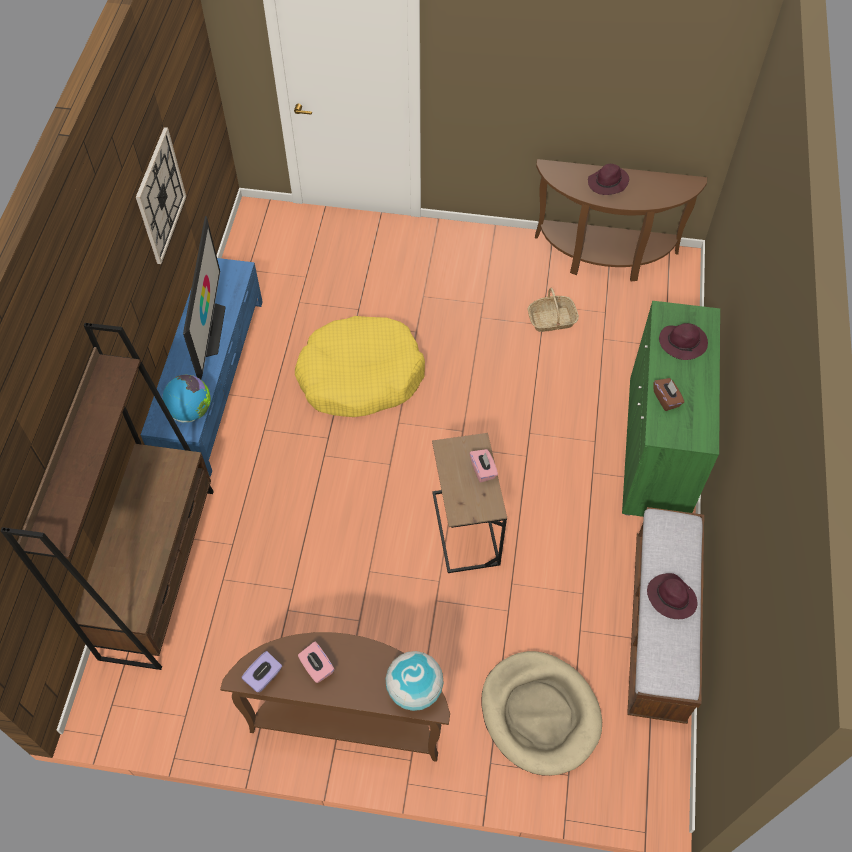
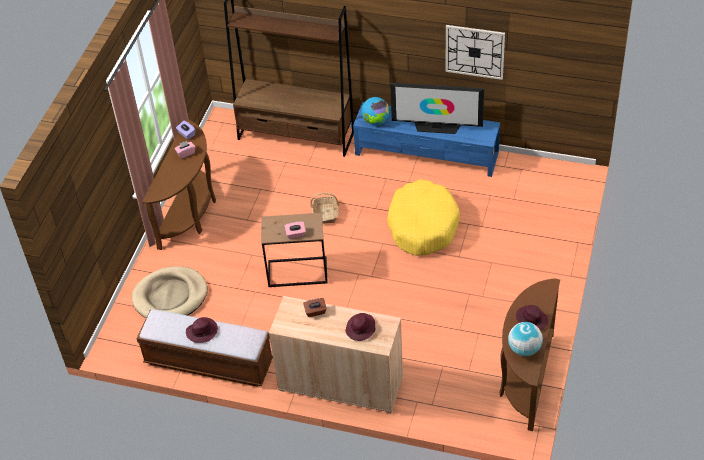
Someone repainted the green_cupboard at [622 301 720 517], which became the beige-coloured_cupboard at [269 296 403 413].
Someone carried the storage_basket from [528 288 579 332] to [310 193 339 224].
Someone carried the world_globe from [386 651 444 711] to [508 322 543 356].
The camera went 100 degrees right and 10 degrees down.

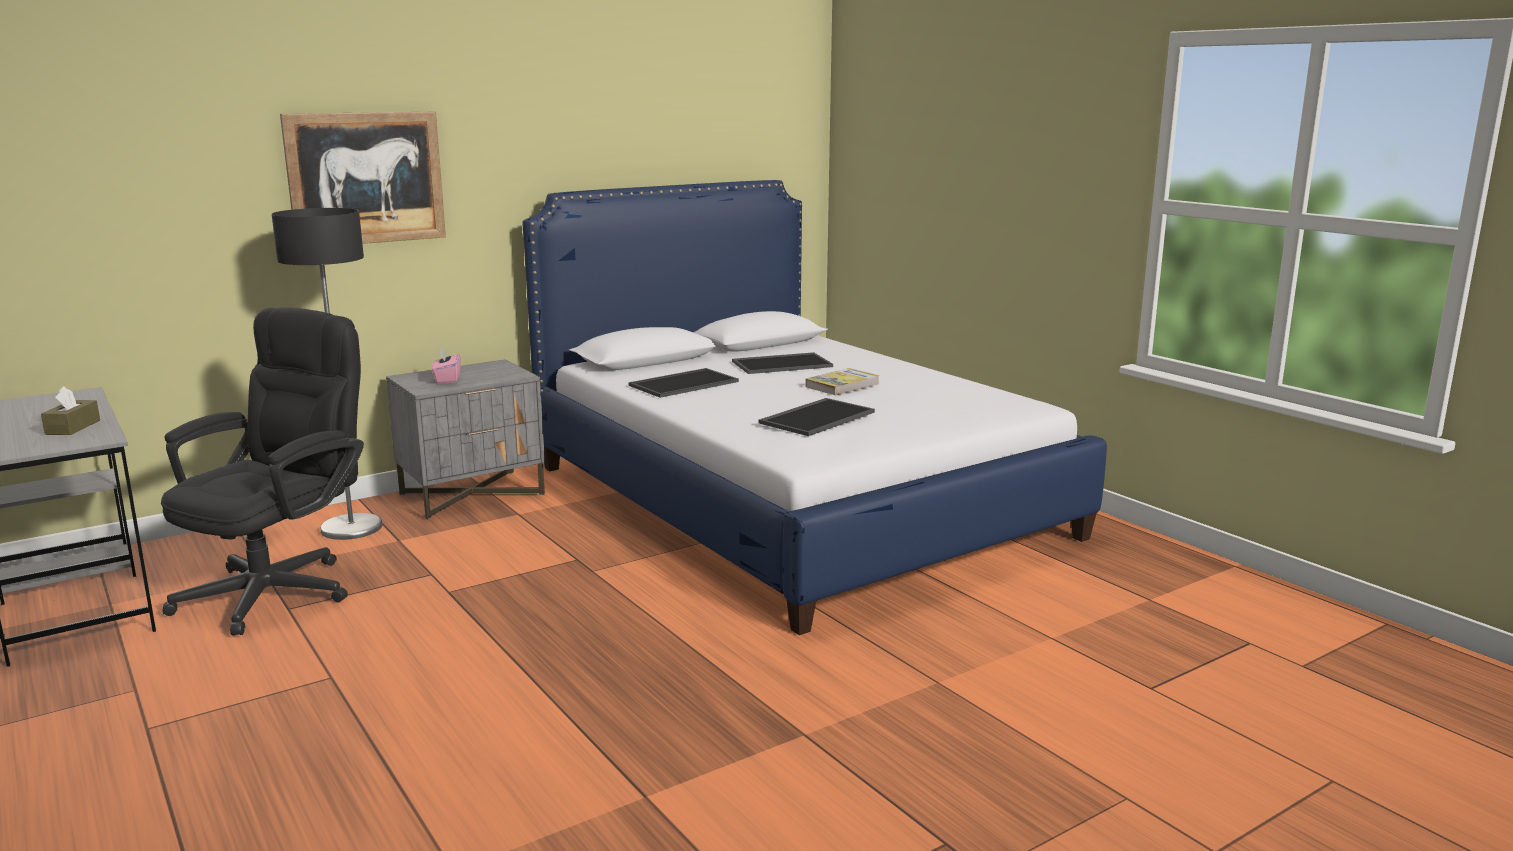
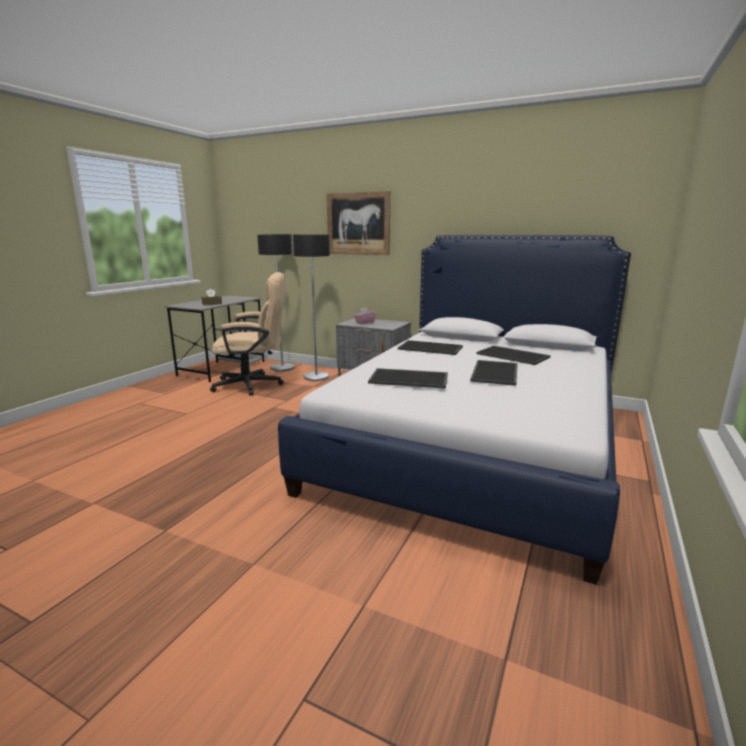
Someone repainted the blackish_office_chair at [161 307 364 636], which became the beige-coloured_office_chair at [210 272 285 396].
Someone put down the floor_lamp at [257 234 295 371].
Someone swapped the volume at [806 368 880 395] for the carrying_tray at [470 360 518 386].
The camera went 60 degrees right and 0 degrees up.

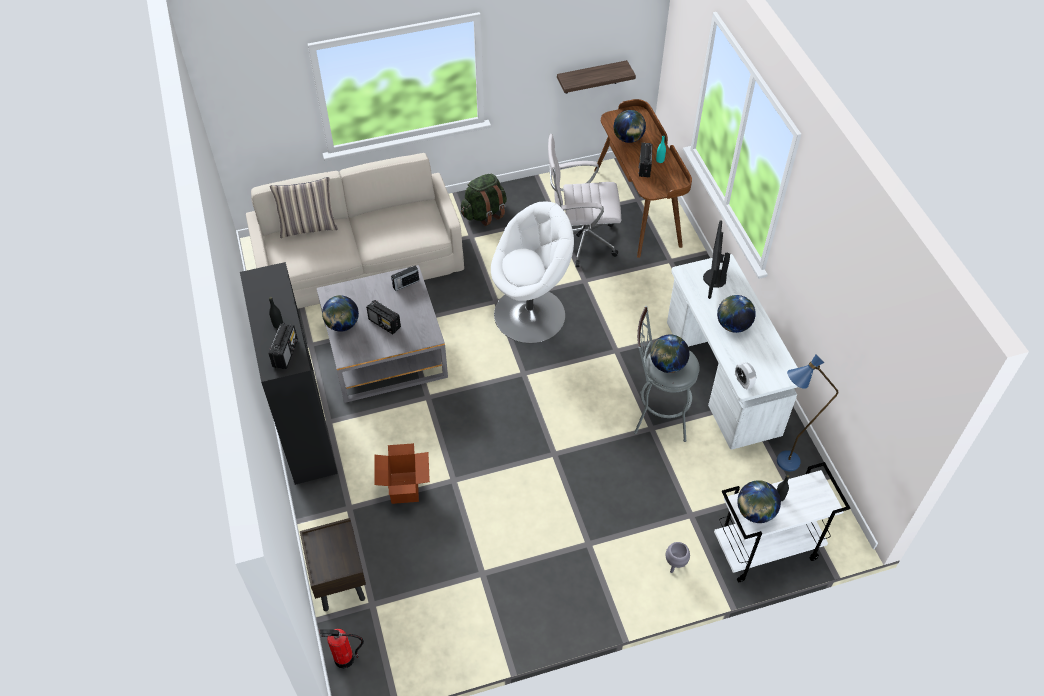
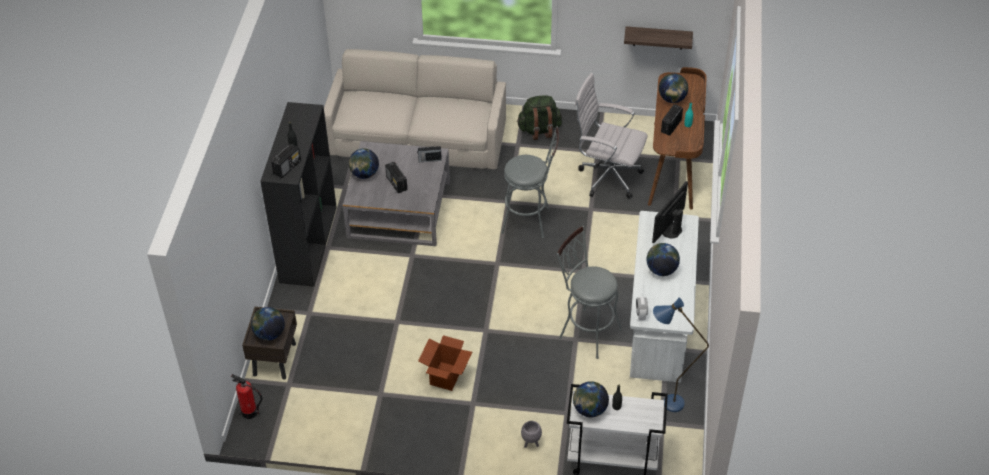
Someone carried the world_globe from [650 334 689 373] to [251 307 285 341].
Someone carried the cardboard_box from [374 443 430 504] to [418 335 472 391].
Someone swapped the whitish_armchair at [491 202 574 343] for the gray_stool at [501 126 559 238].
Someone took away the cushion at [270 177 338 238].
The camera went 25 degrees right and 5 degrees down.

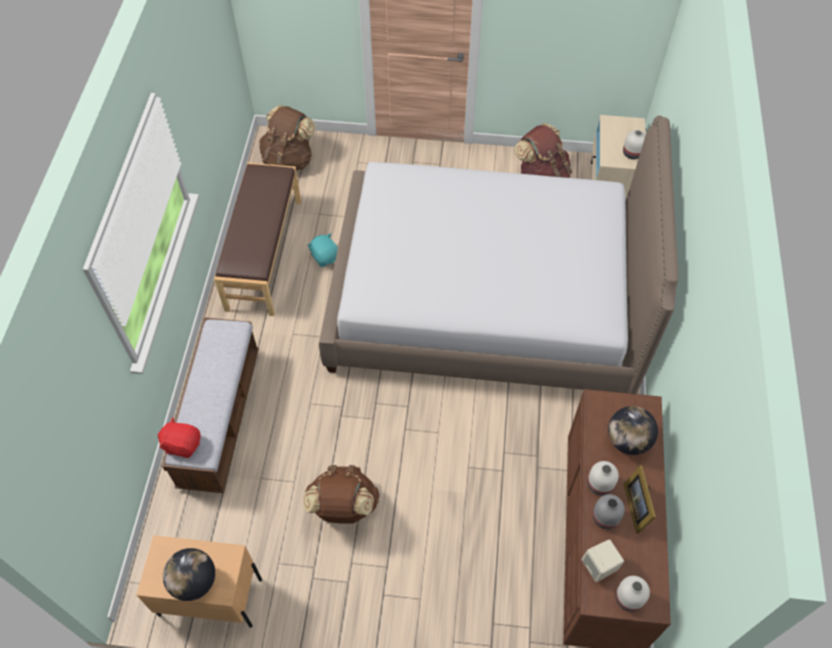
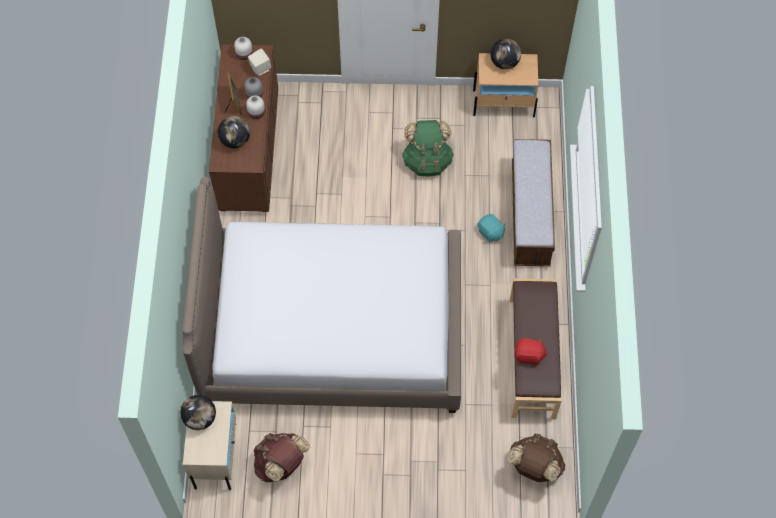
Someone swapped the whitish_decorative_vase at [623 130 646 159] for the world_globe at [180 395 216 430].
Someone repainted the brownish_backpack at [303 465 380 523], which became the green_backpack at [402 120 454 176].
Someone carried the turquoise-coloured_plush_toy from [307 233 338 267] to [477 214 505 243].
Someone carried the red_plush_toy from [157 417 201 458] to [514 338 548 365].
The camera went 175 degrees right and 5 degrees up.

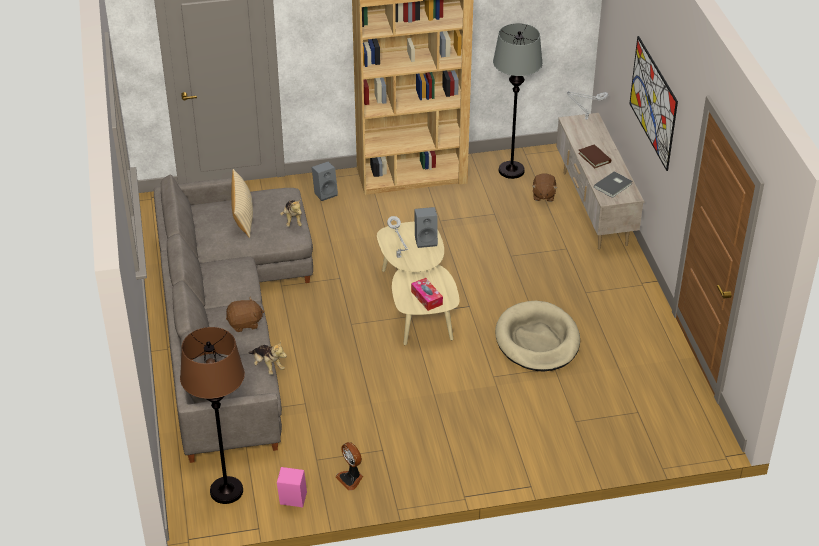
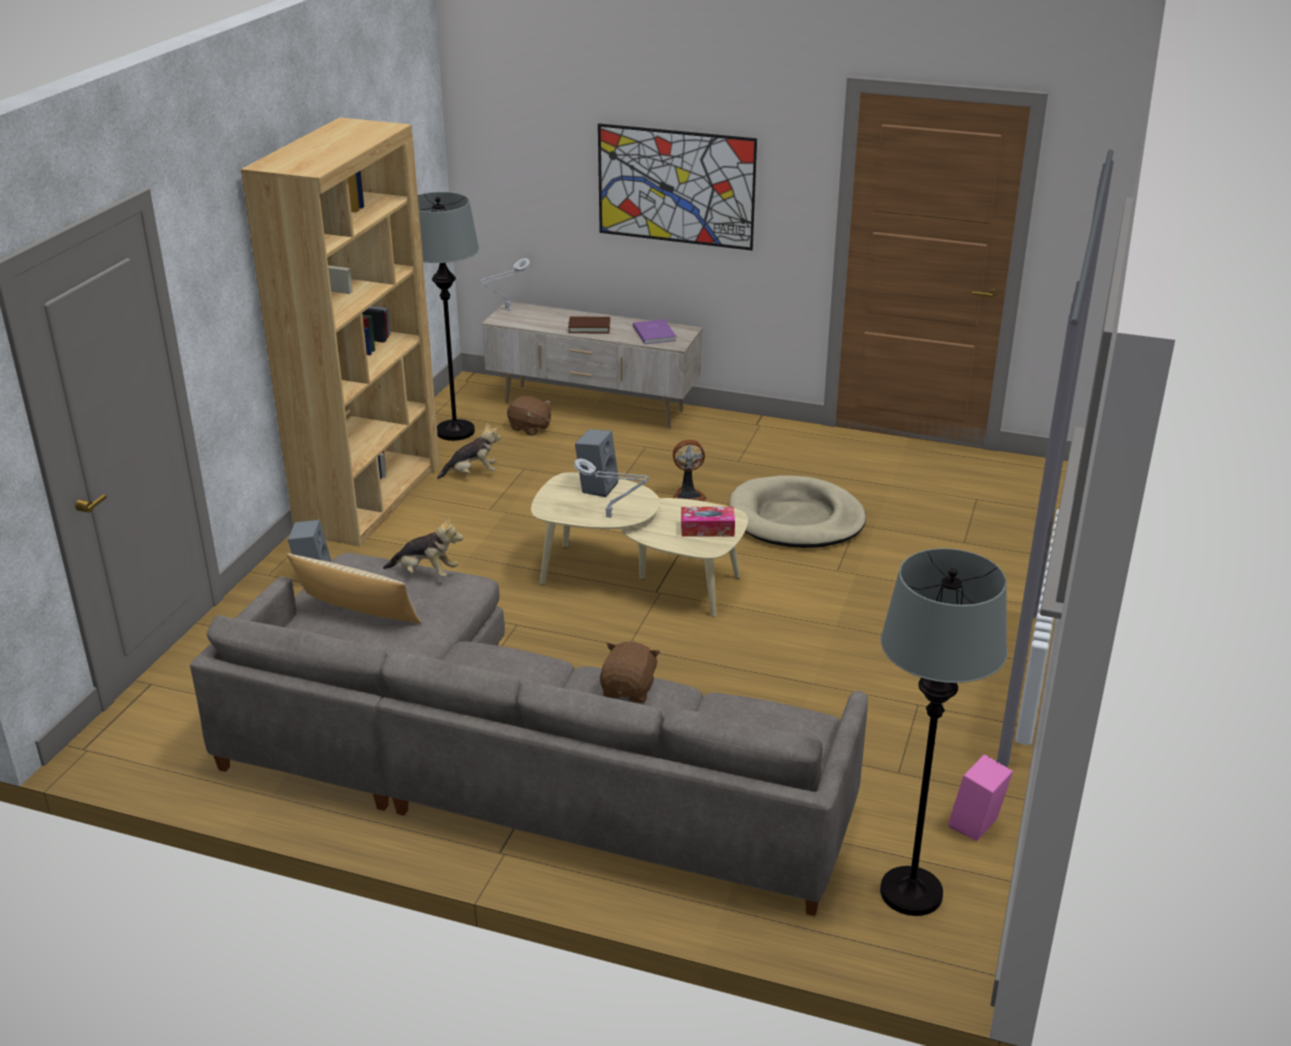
Someone carried the plush_toy from [249 341 287 375] to [437 422 501 479].
Someone repainted the gray_volume at [594 171 633 198], which became the purplish_volume at [633 319 677 344].
Someone carried the fan from [336 442 363 491] to [673 439 707 501].
Someone repainted the brownish_floor_lamp at [180 327 245 504], which became the gray_floor_lamp at [880 548 1008 916].
The camera went 60 degrees left and 10 degrees down.

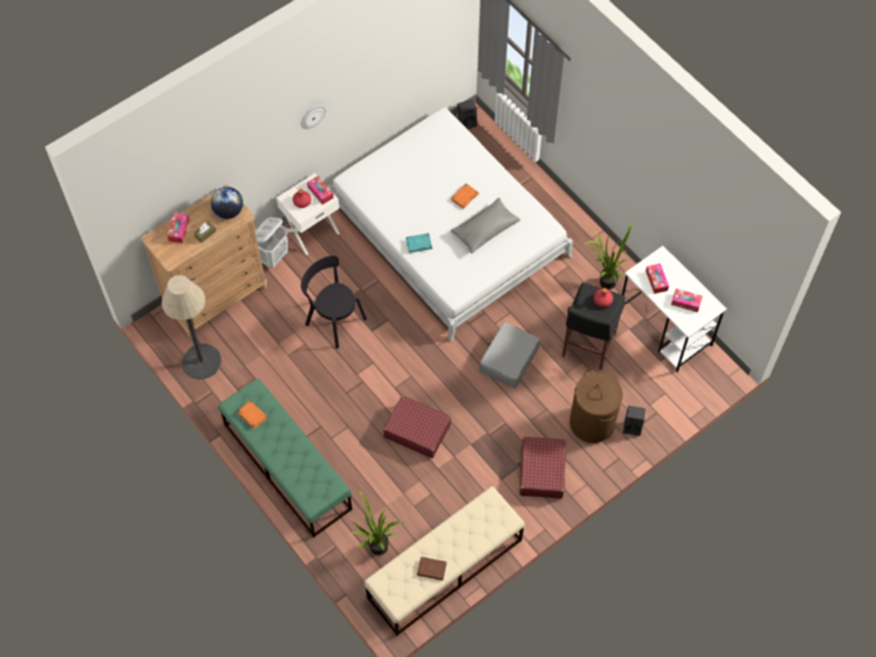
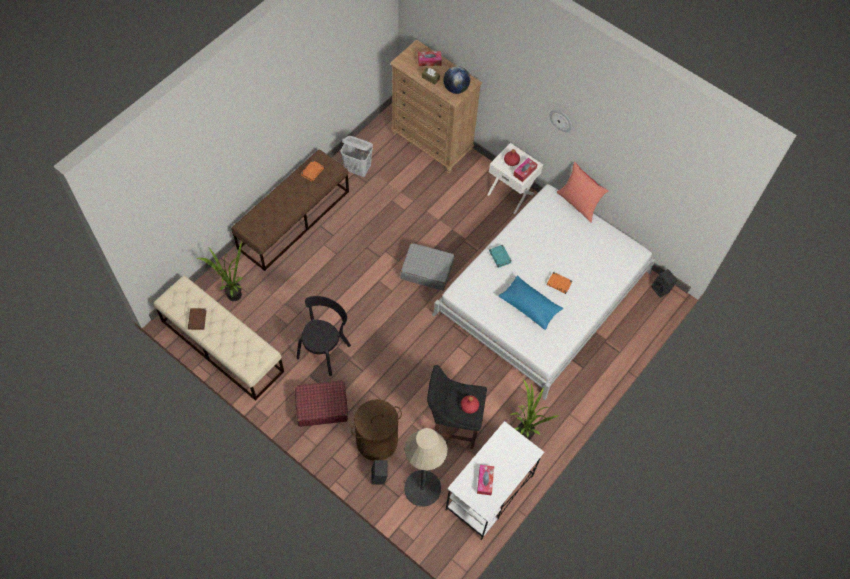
Someone repainted the green_long_seat at [218 378 352 538], which became the brownish_long_seat at [231 149 349 271].
Someone carried the blackish_plain_chair from [301 256 367 349] to [296 296 351 376].
Someone carried the whitish_laundry_basket from [255 217 288 269] to [341 136 373 177].
Someone carried the gray_suitcase from [479 322 540 388] to [400 243 454 290].
Someone carried the floor_lamp from [162 275 221 379] to [404 428 448 507].
Someone repainted the gray_cushion at [451 198 520 254], which became the bluish_cushion at [499 275 563 330].
Someone put down the red_cushion at [557 162 609 223].
Someone took away the red_suitcase at [383 396 451 458].
Someone took away the box_of_tissues at [646 264 669 294].
The camera went 75 degrees right and 0 degrees up.

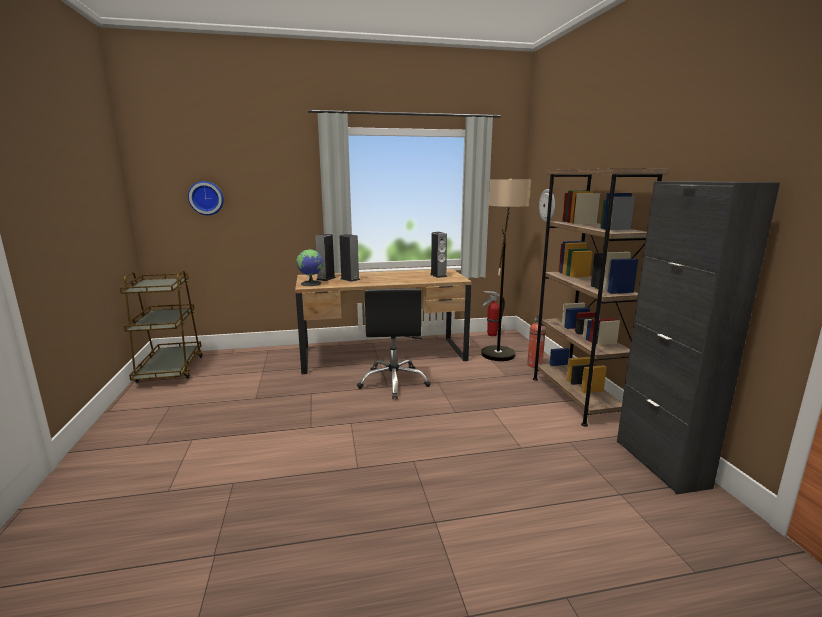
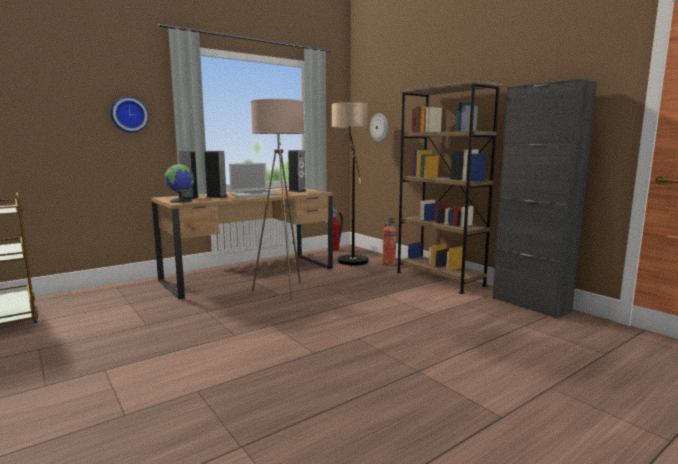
Someone carried the clock_on_the_wall from [188 181 224 215] to [111 96 149 133].
Someone put down the portable_computer at [229 163 277 198].
Someone swapped the blackish_office_chair at [357 288 431 399] for the beige-coloured_floor_lamp at [251 99 304 301].
The camera went 25 degrees left and 5 degrees down.

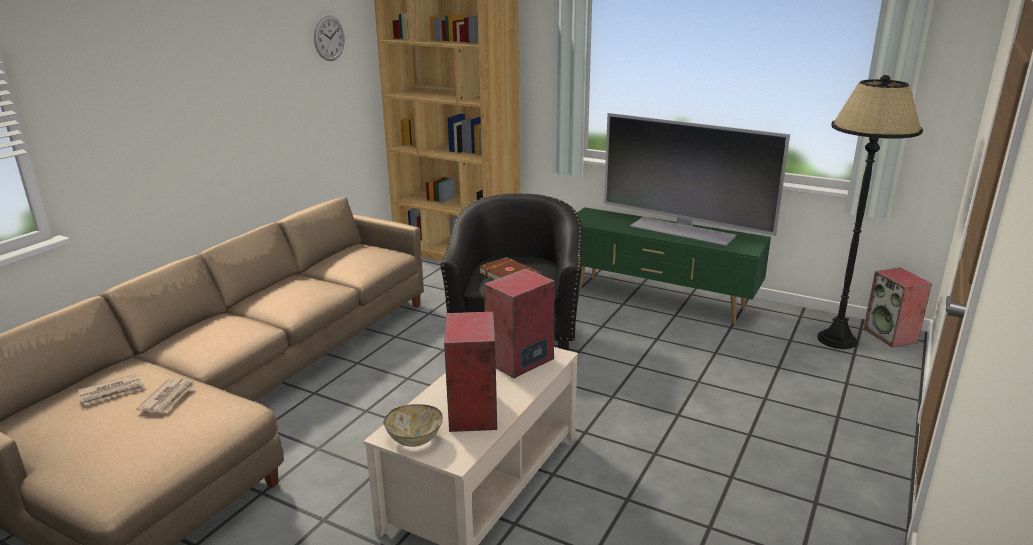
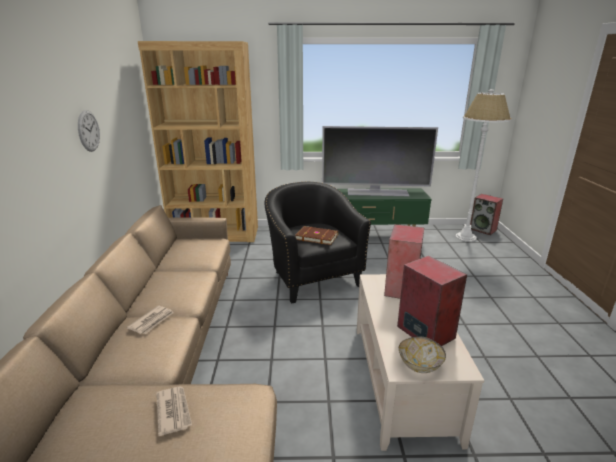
Someone carried the clock_on_the_wall from [314 15 345 61] to [78 110 100 152].
Someone carried the daily_paper from [78 373 146 405] to [127 306 174 334].
Someone repainted the blackish_floor_lamp at [817 75 923 349], which became the whitish_floor_lamp at [455 89 511 242].
The camera went 30 degrees left and 0 degrees up.

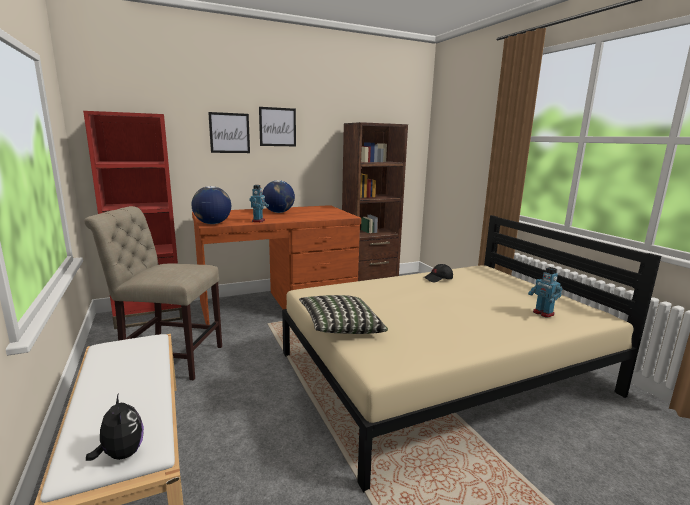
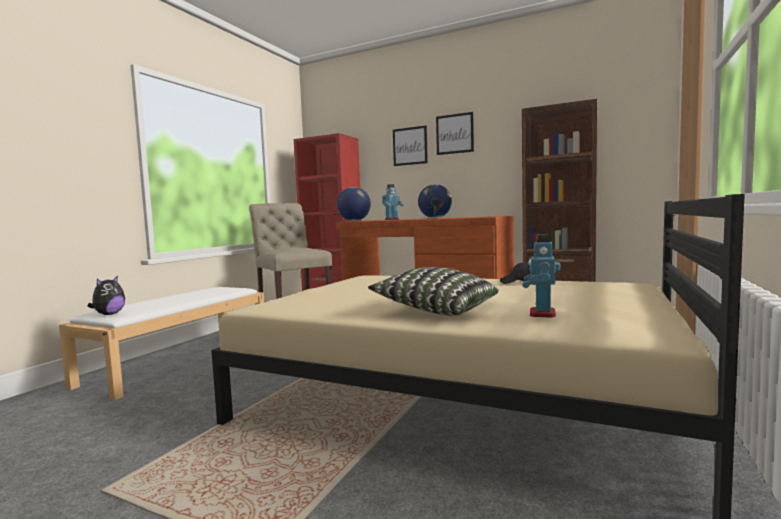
Someone carried the cushion from [299 295 388 334] to [368 267 499 316].
The camera went 50 degrees right and 10 degrees down.

